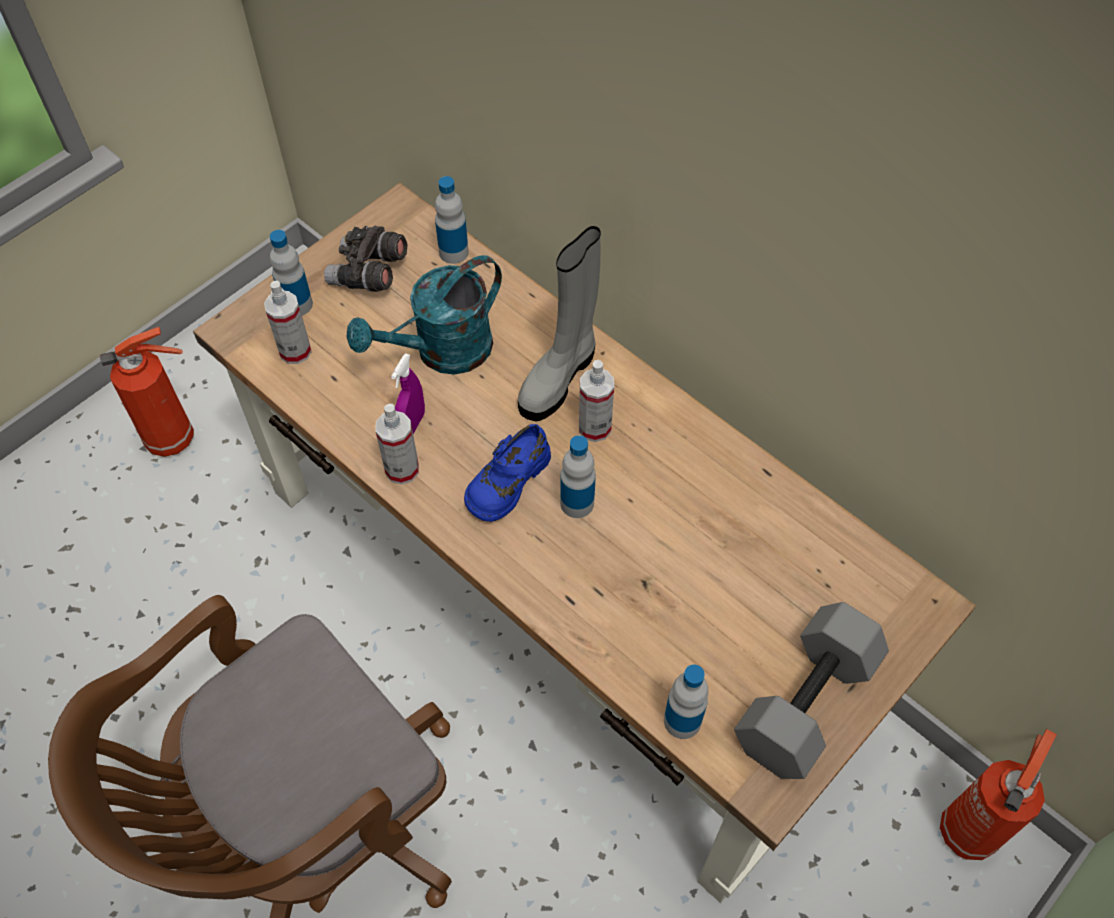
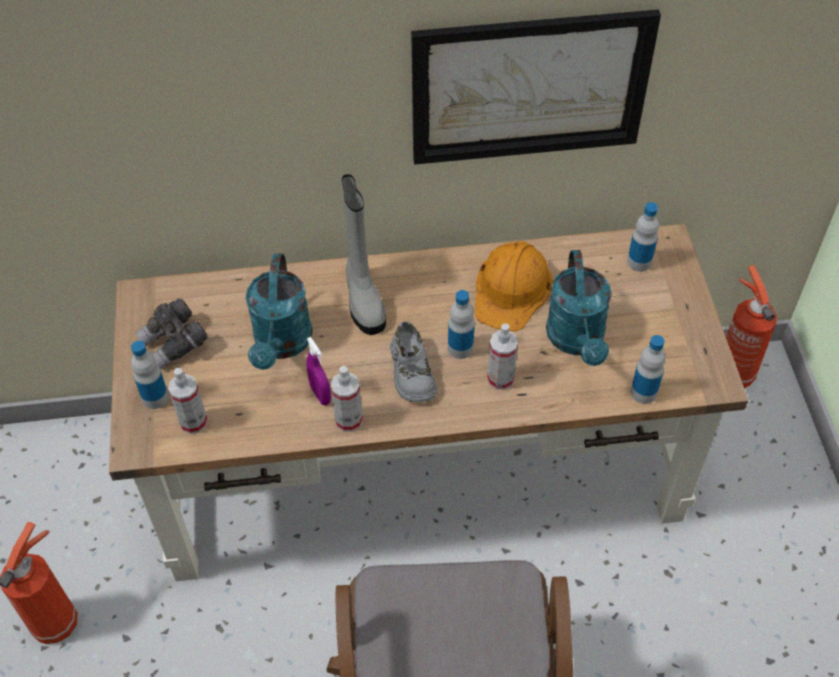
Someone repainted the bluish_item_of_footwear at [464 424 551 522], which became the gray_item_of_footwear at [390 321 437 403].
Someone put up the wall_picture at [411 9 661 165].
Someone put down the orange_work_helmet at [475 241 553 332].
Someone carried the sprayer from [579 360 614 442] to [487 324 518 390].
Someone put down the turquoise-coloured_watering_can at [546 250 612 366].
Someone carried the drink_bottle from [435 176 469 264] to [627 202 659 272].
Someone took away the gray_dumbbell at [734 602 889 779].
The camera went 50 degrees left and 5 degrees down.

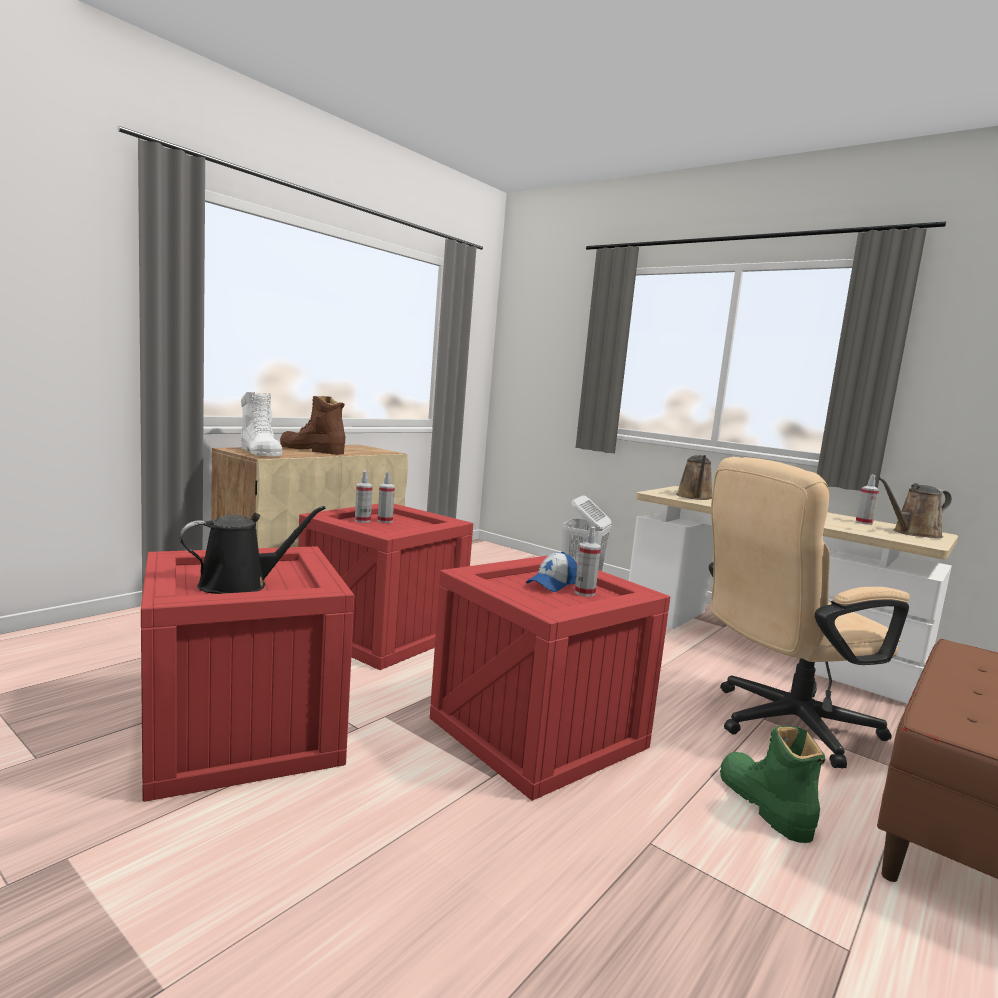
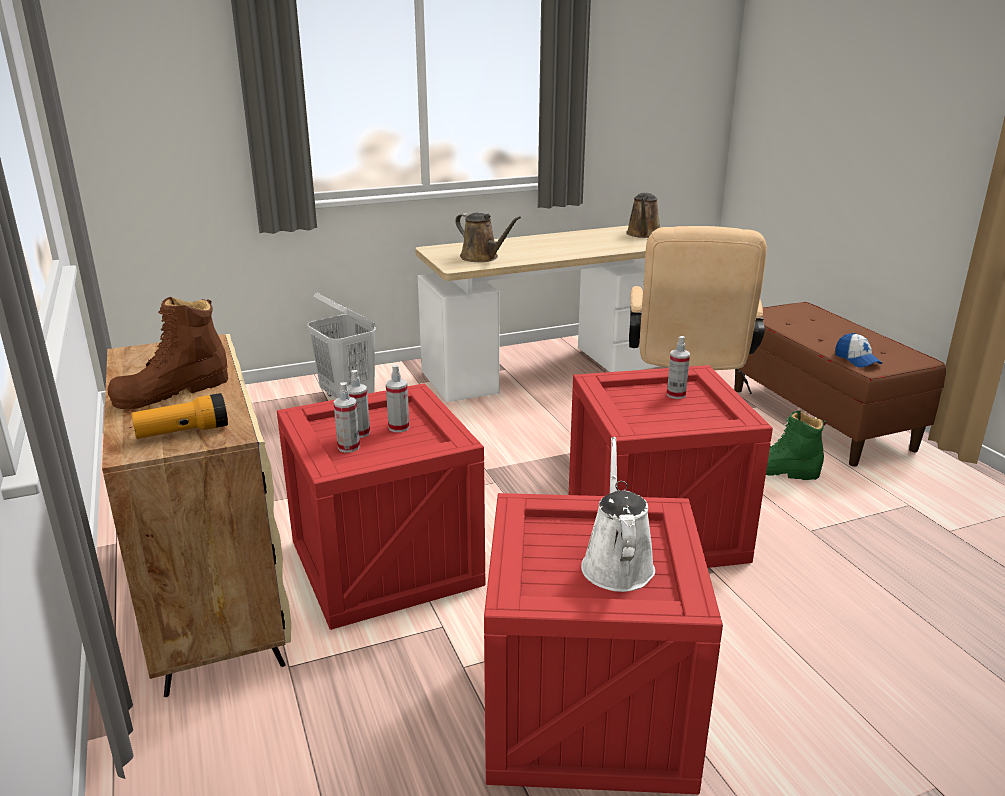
Someone swapped the whitish_boot at [241 392 282 456] for the flashlight at [131 393 228 439].
Someone carried the sprayer from [856 475 879 525] to [386 365 410 432].
Someone repainted the blackish_watering_can at [180 506 326 594], which became the whitish_watering_can at [581 437 655 592].
Someone carried the cap from [526 552 577 592] to [835 333 882 368].
The camera went 60 degrees left and 15 degrees up.

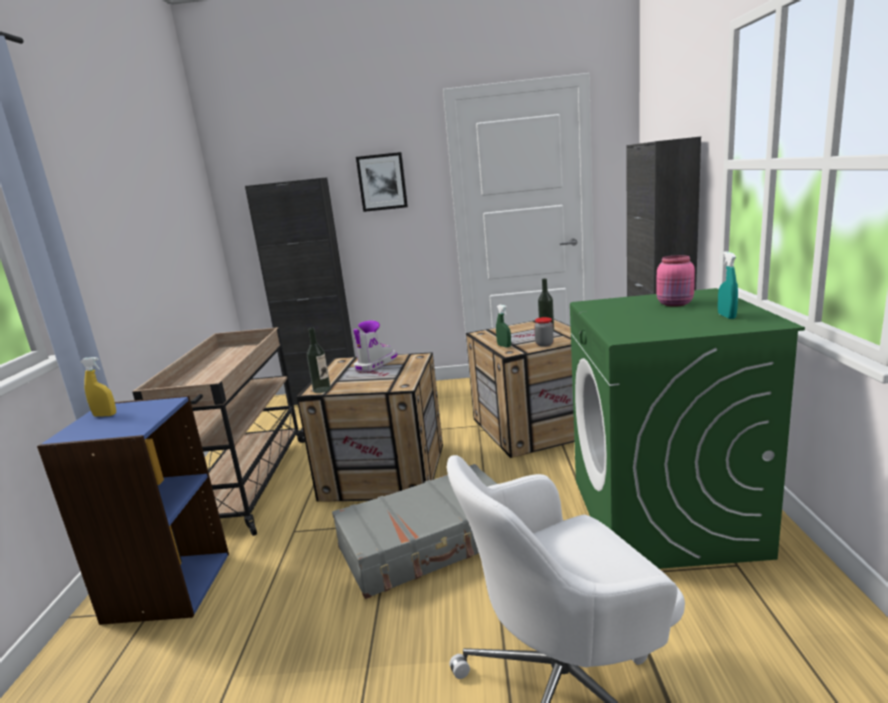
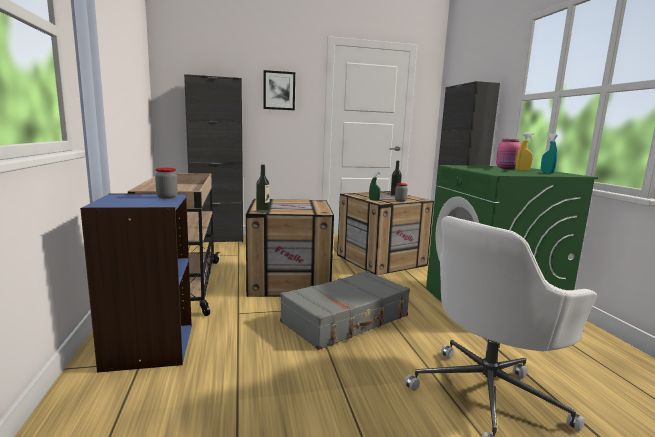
Someone put down the preserve_jar at [155 168 178 199].
Someone carried the yellow-coloured_sprayer from [80 357 116 417] to [516 133 534 171].
Someone took away the boot at [354 320 397 372].
The camera went 15 degrees left and 5 degrees down.

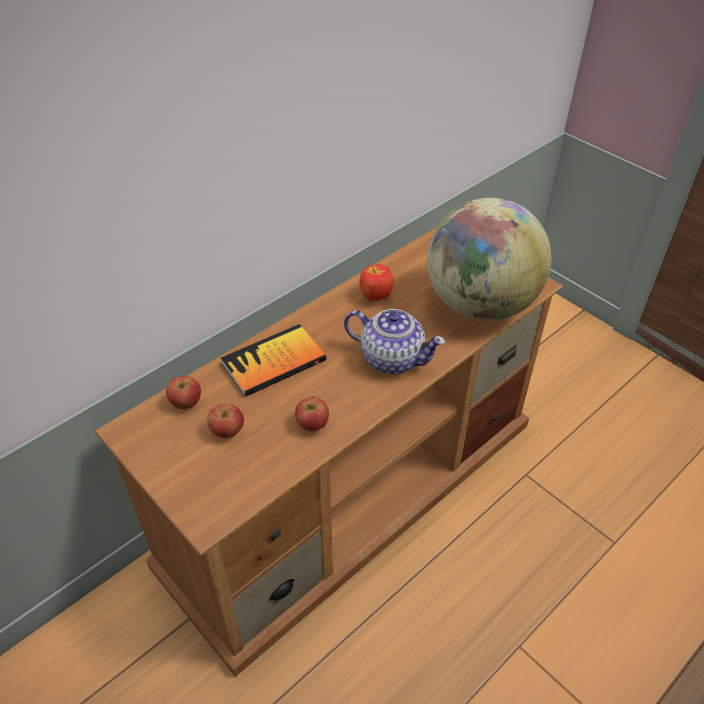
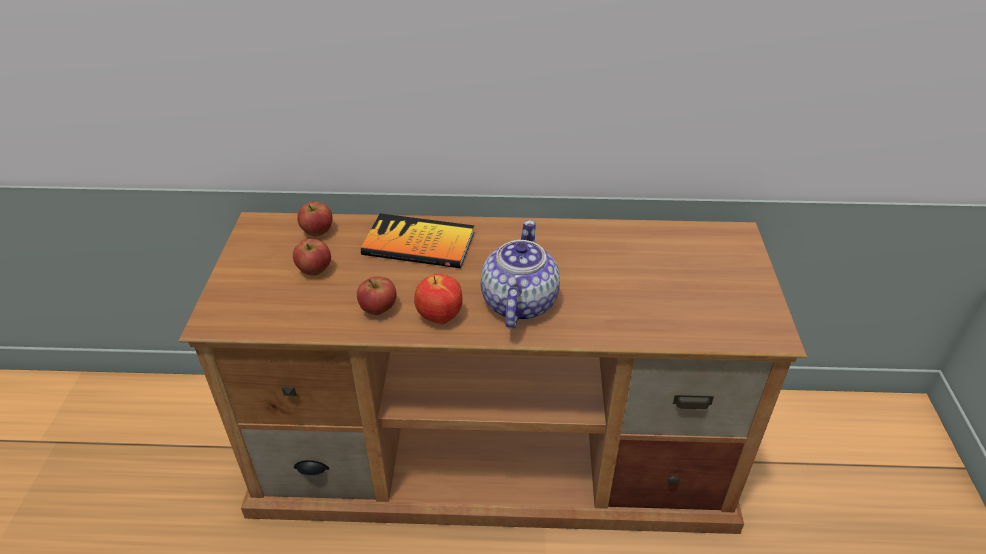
Someone carried the apple from [359 264 394 301] to [414 274 463 324].
Someone rotated the pot_for_tea at [344 309 446 374] by 150 degrees counterclockwise.
Someone took away the world_globe at [427 198 551 321].
The camera went 45 degrees right and 5 degrees down.

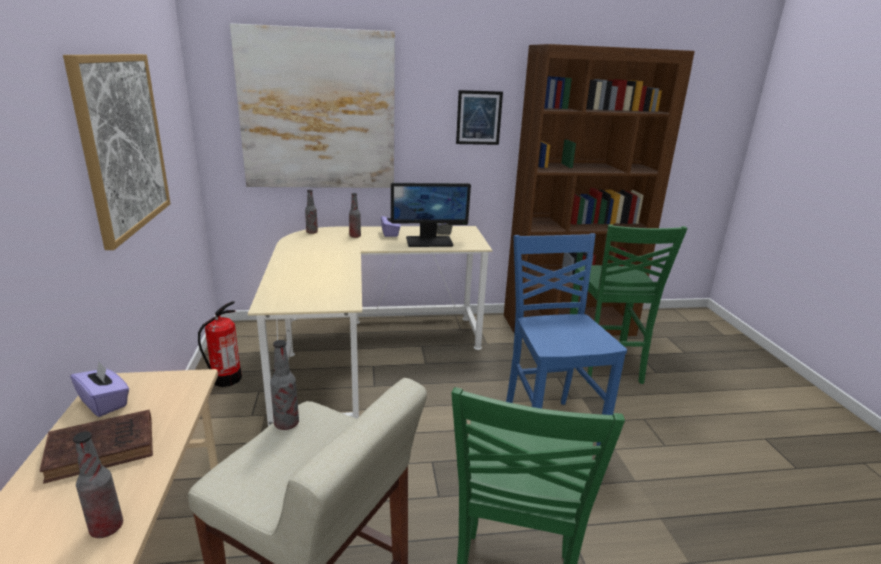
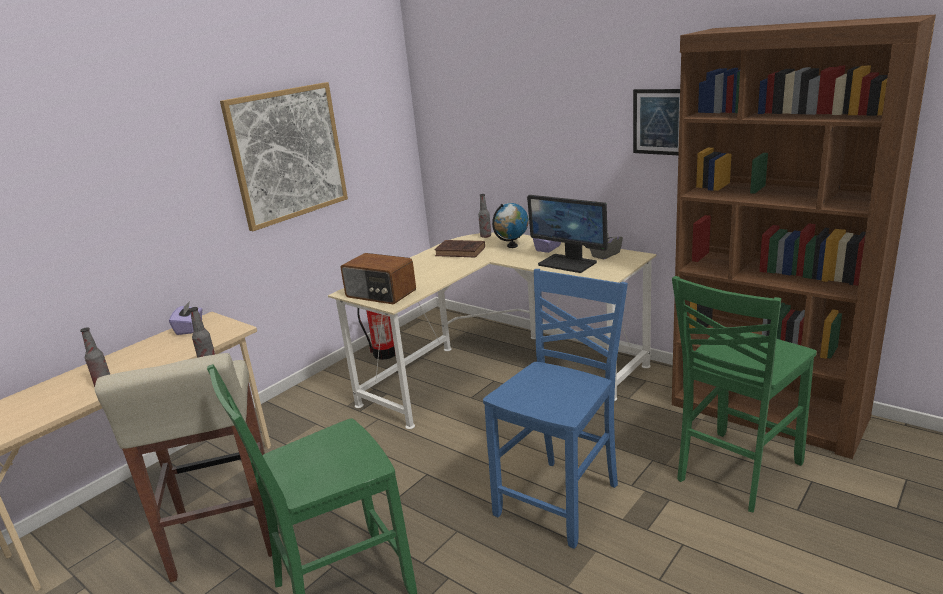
Someone put down the radio at [340 253 416 304].
Someone carried the brownish_volume from [40 410 153 484] to [435 240 485 258].
Someone swapped the drink_bottle at [349 193 361 238] for the world_globe at [492 203 529 248].
Someone took away the wall_picture at [230 23 395 188].
The camera went 50 degrees right and 0 degrees up.

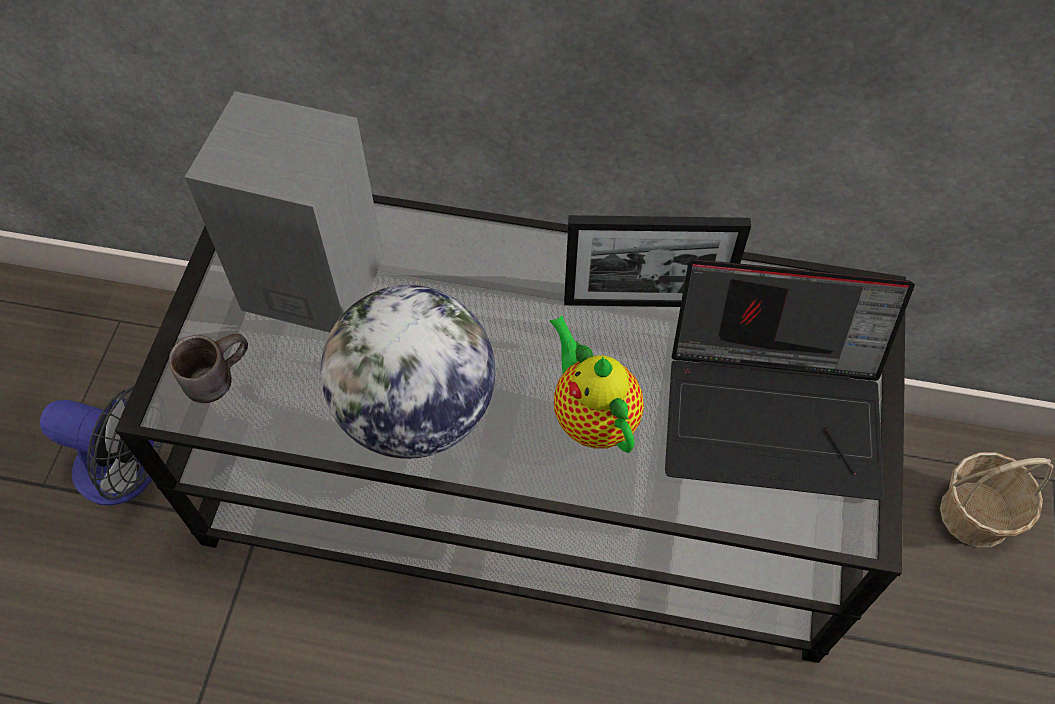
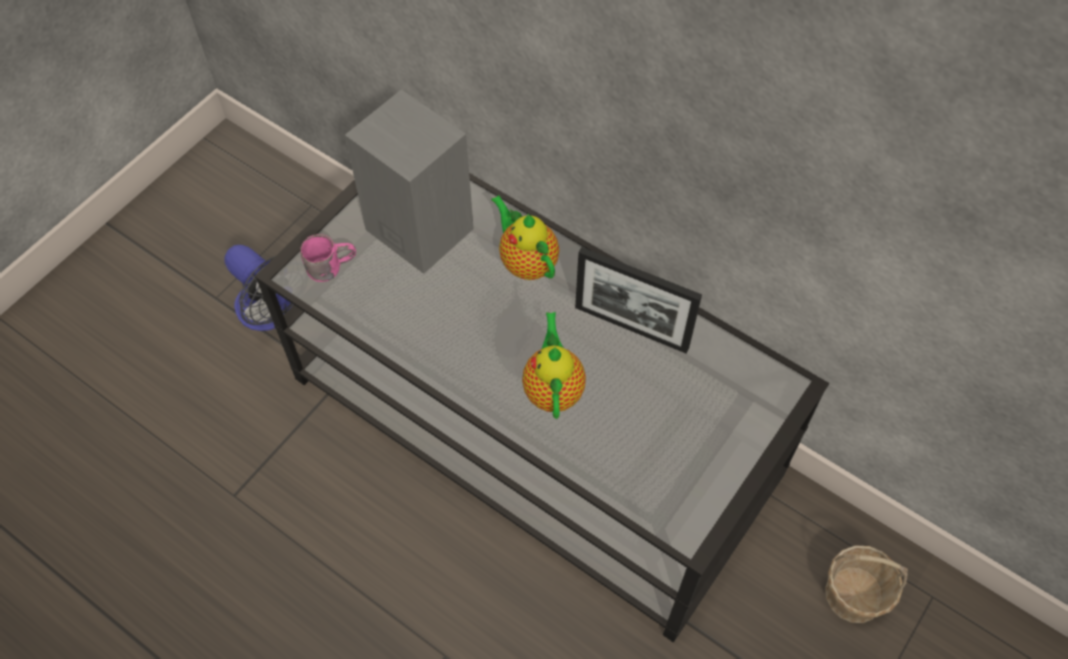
Someone repainted the brownish_mug at [169 334 248 403], which became the pink-coloured_mug at [300 234 356 282].
Someone put down the pot_for_tea at [491 195 559 280].
Someone took away the world_globe at [321 285 495 459].
Someone took away the portable_computer at [665 259 915 500].
The camera went 25 degrees right and 0 degrees up.

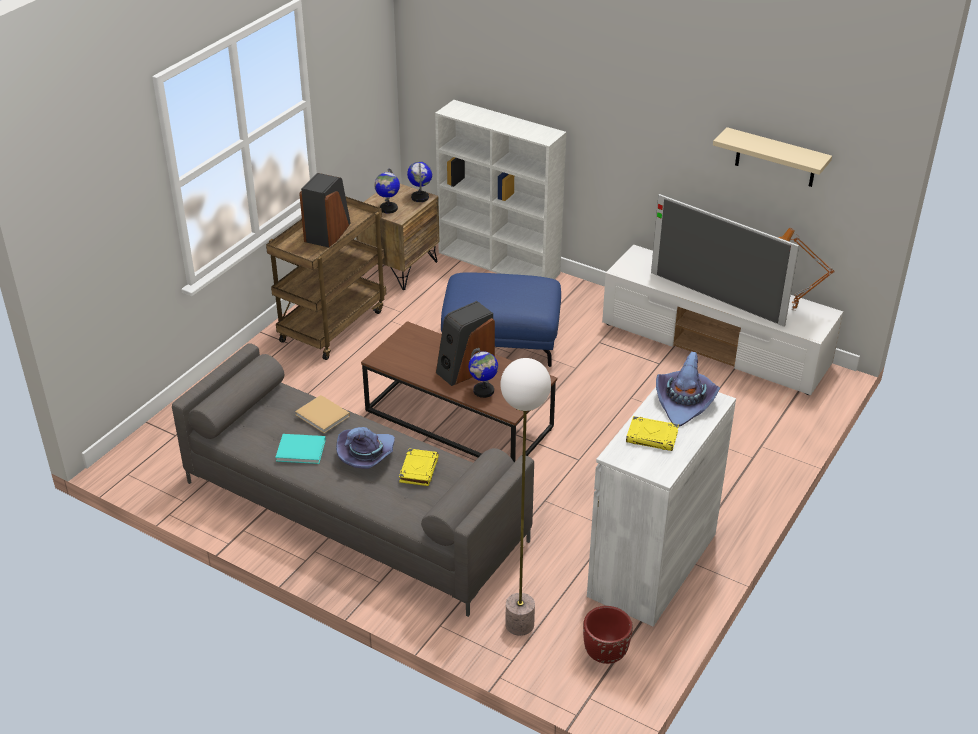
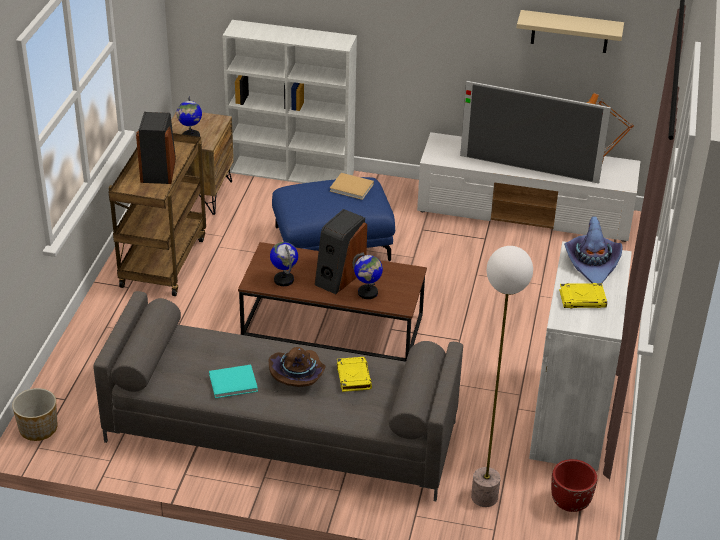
Someone put down the flower_pot at [12 388 58 441].
Someone repainted the purplish_hat at [336 427 395 469], which became the brownish_hat at [269 347 326 387].
Someone carried the world_globe from [407 162 432 202] to [270 242 298 286].
Someone carried the beige-coloured_volume from [295 395 350 433] to [330 173 374 200].
The camera went 20 degrees left and 0 degrees up.

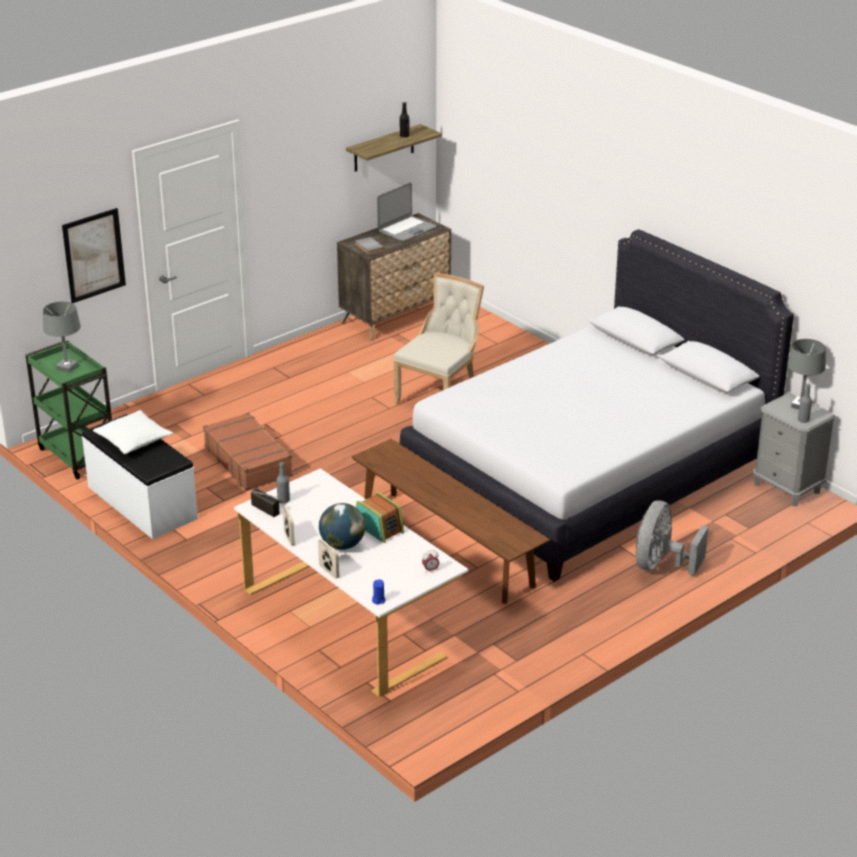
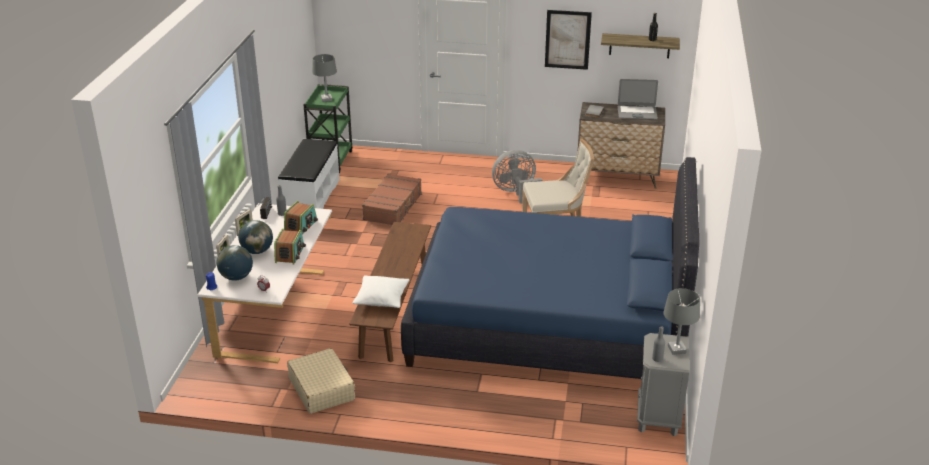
Someone put down the world_globe at [217 245 253 281].
Someone put down the radio at [284 201 318 235].
Someone put down the beige-coloured_suitcase at [287 348 355 414].
Someone carried the whitish_cushion from [93 410 173 454] to [353 275 409 308].
Someone repainted the whitish_bedroom_bed at [400 229 794 582], which became the bluish_bedroom_bed at [401 157 700 379].
Someone carried the gray_fan from [635 500 708 576] to [492 150 543 204].
Someone carried the wall_picture from [62 208 126 303] to [545 10 592 70].
The camera went 50 degrees right and 0 degrees up.

